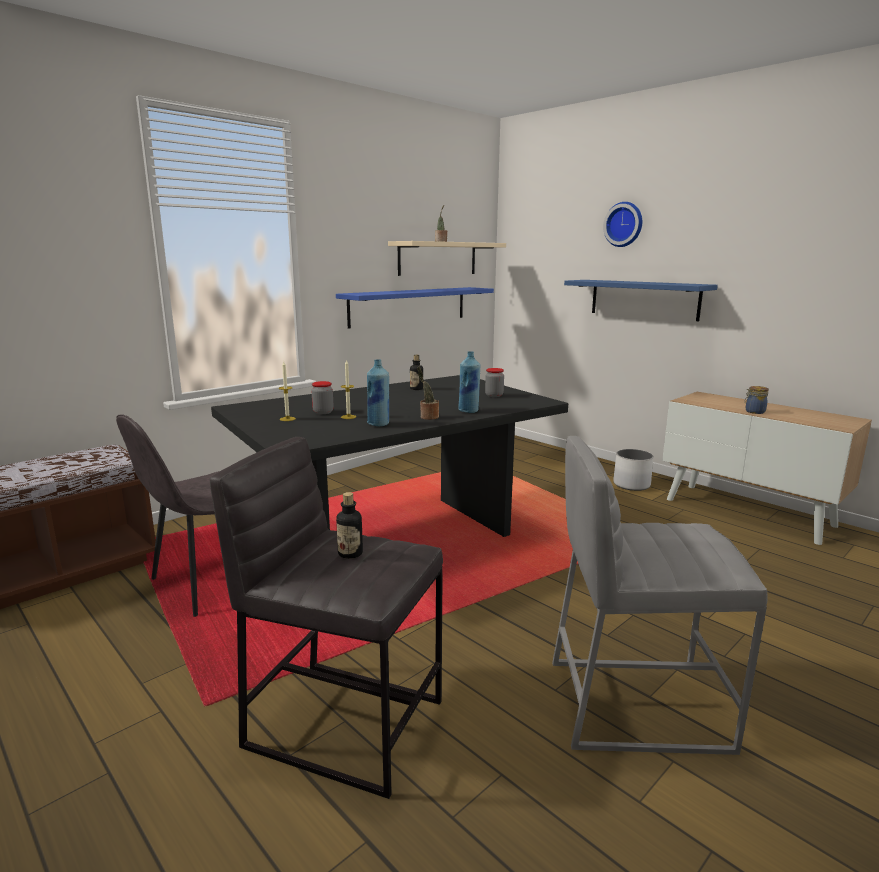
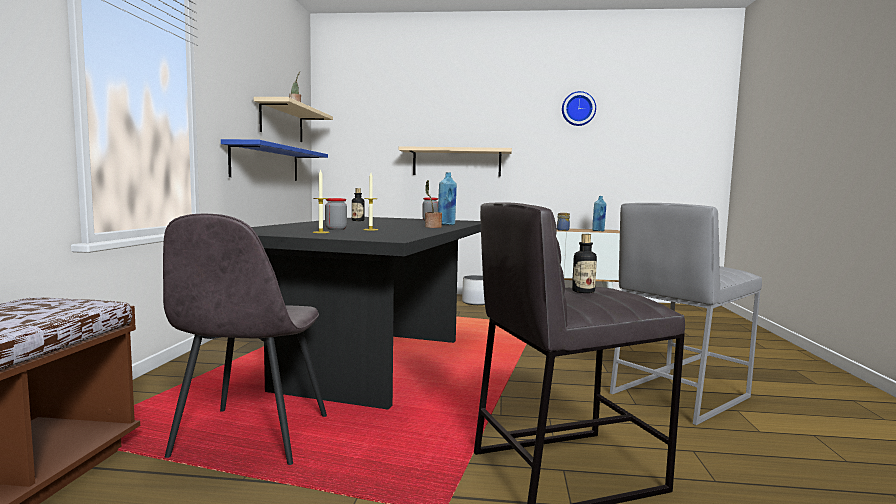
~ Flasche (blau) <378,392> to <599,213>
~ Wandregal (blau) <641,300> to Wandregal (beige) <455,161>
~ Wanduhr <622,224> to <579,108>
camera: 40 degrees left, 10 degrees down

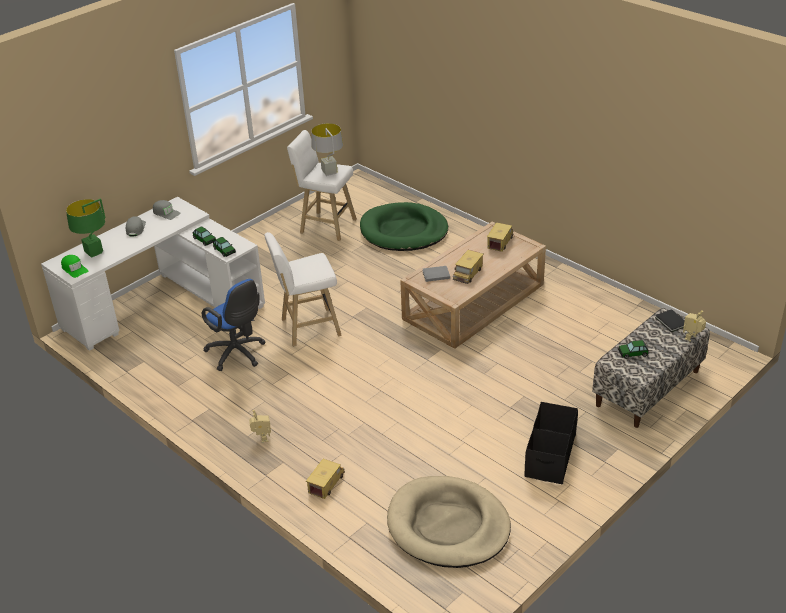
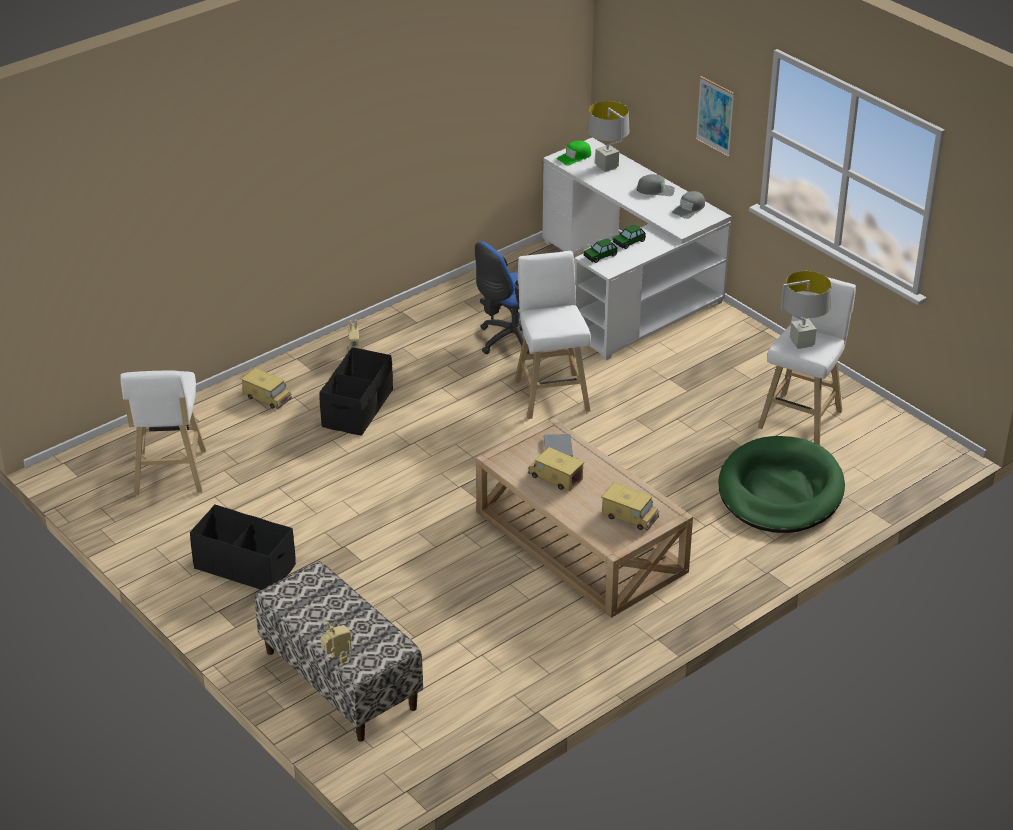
~ Tischlampe (grün) <86,228> to Tischlampe (grau) <608,136>
~ Hundebett (beige) <449,522> to Hocker (weiß) <163,432>
- Spielzeugauto <633,349>
- Buch (schwarz) <670,320>
+ Aufbewahrungsbox (schwarz) <356,391>
+ Bild <715,116>
camera: 95 degrees right, 0 degrees up

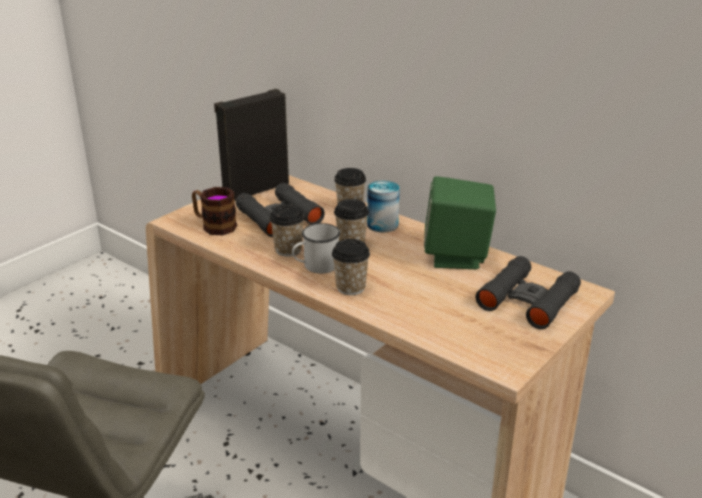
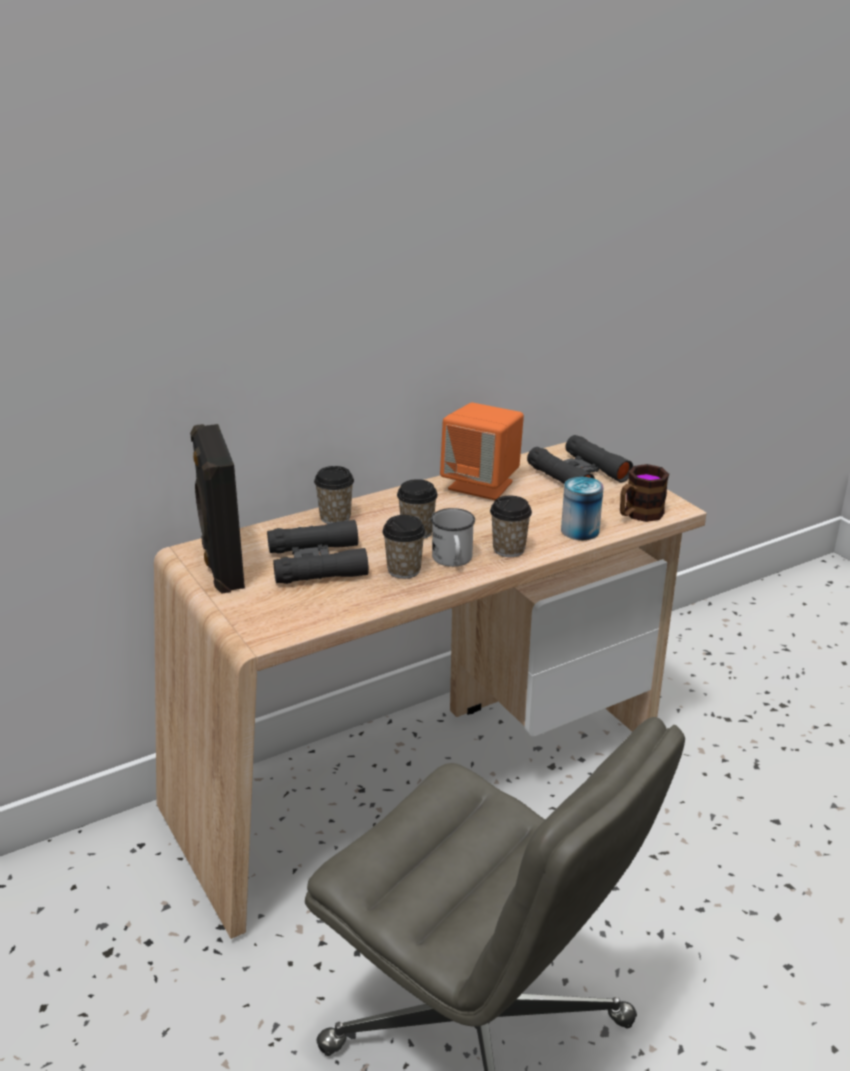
~ Henkelbecher <214,211> to <644,493>
~ Dose <383,206> to <582,508>
~ Lautsprecher (grün) <460,222> to Lautsprecher (orange) <482,451>
camera: 70 degrees left, 0 degrees up

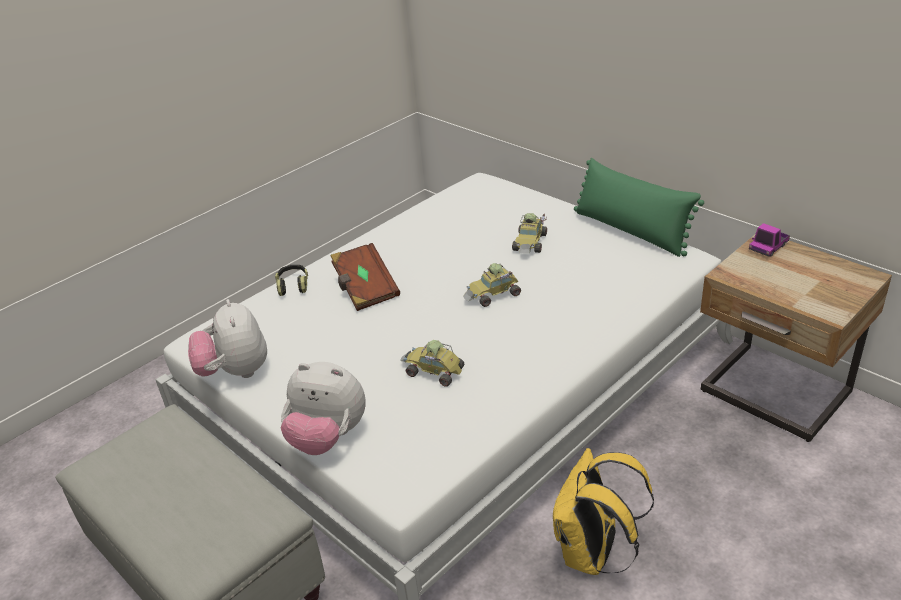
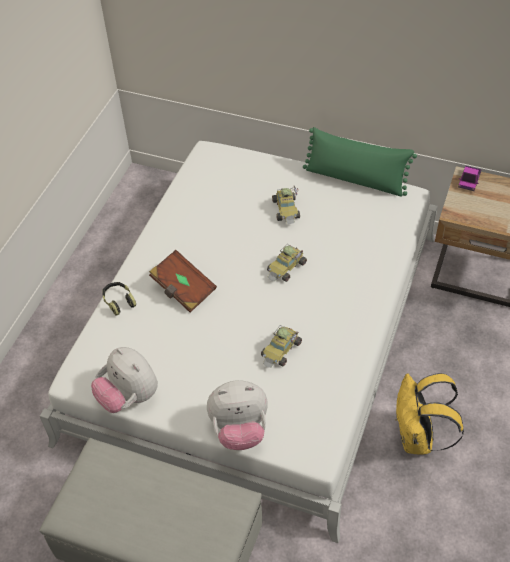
~ Spielzeugauto <432,363> = <281,346> 60 degrees counterclockwise
camera: 25 degrees left, 15 degrees up

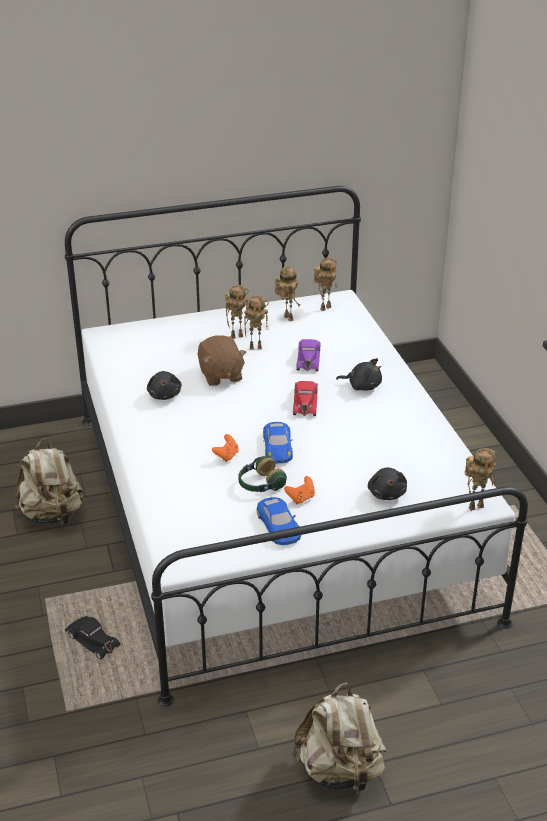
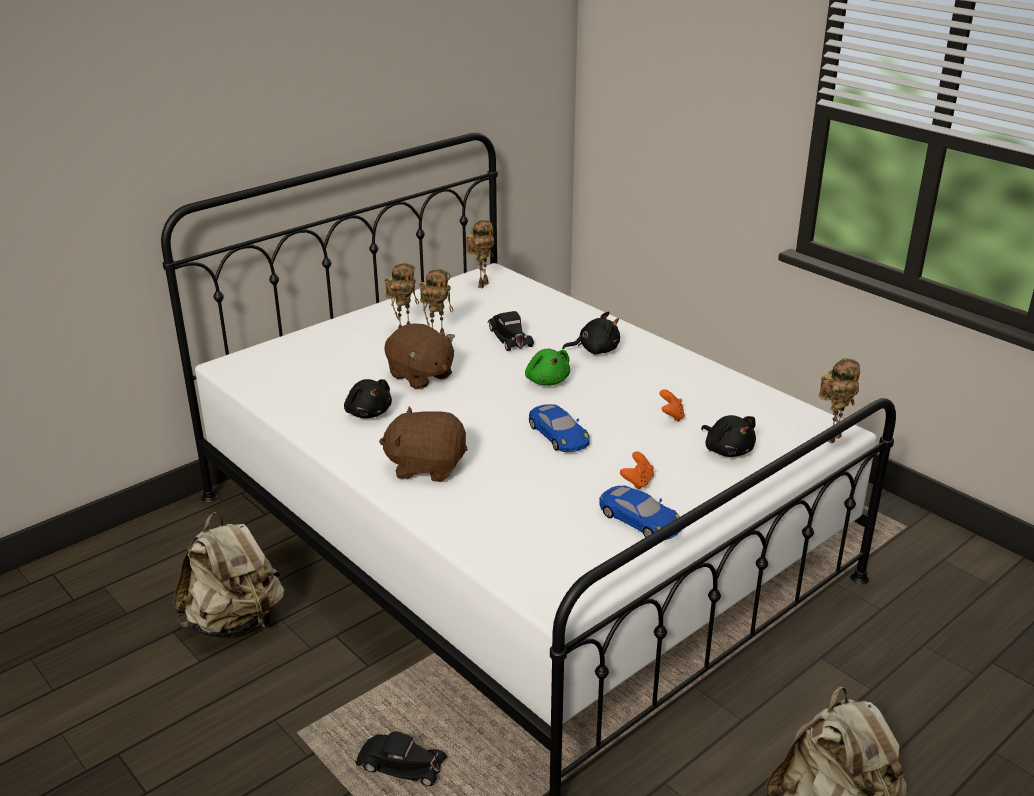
~ Gamepad (orange) <225,448> to <672,405>
- Kopfhörer <262,474>
- Spielzeugroboter <288,294>
~ Spielzeugauto (rot) <305,398> to Plüschtier (grün) <547,367>
~ Spielzeugauto (lila) <308,355> to Spielzeugauto (schwarz) <510,331>
+ Plüschtier (braun) <423,444>
camera: 25 degrees left, 5 degrees down

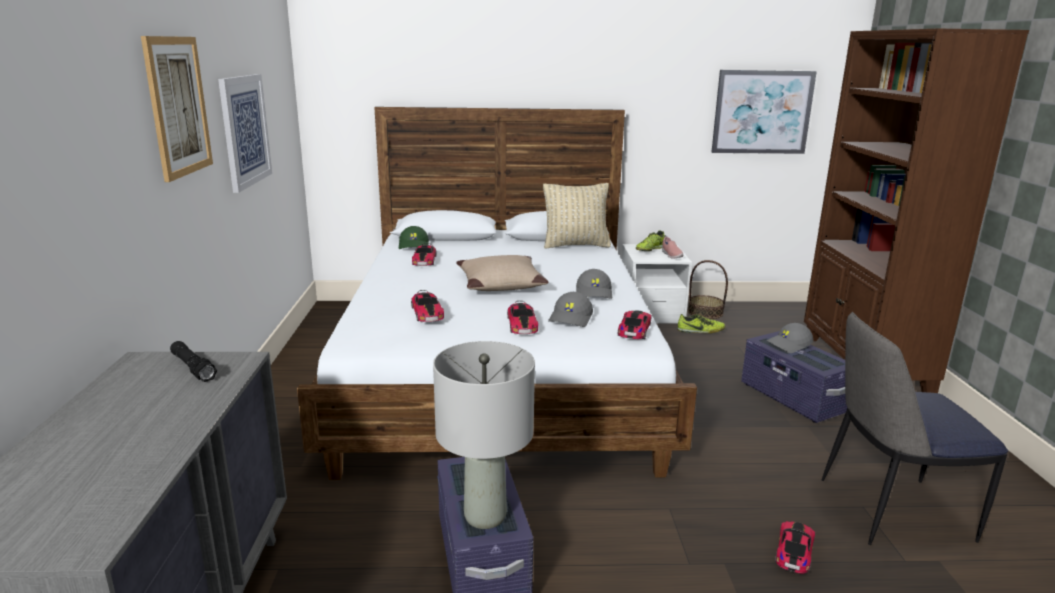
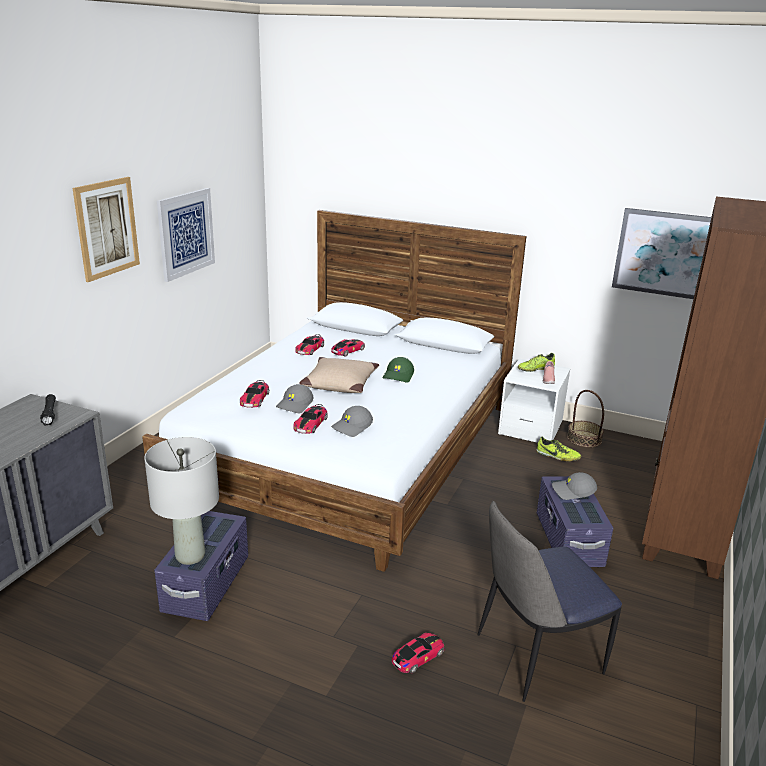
~ Kappe (grün) <414,237> to <398,370>
- Kissen (beige) <577,216>
~ Kappe (grau) <594,284> to <294,399>
~ Spielzeugauto <635,324> to <348,348>
~ Stuhl <914,428> = <550,601> 45 degrees counterclockwise
camera: 25 degrees right, 5 degrees up

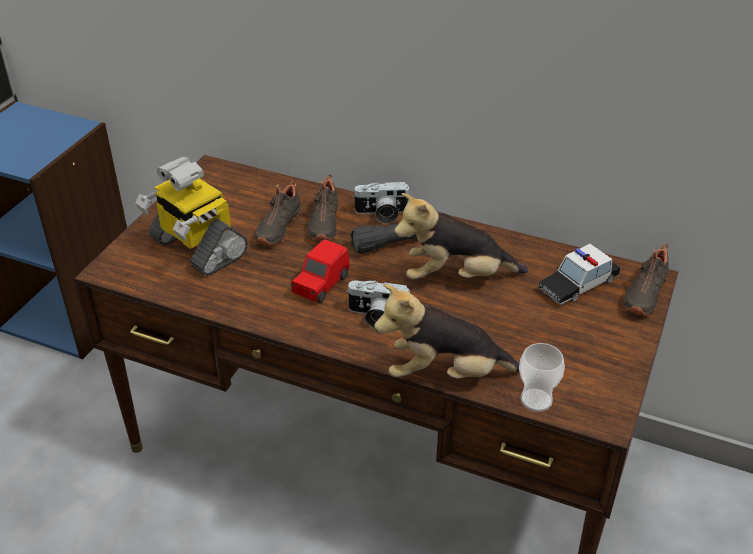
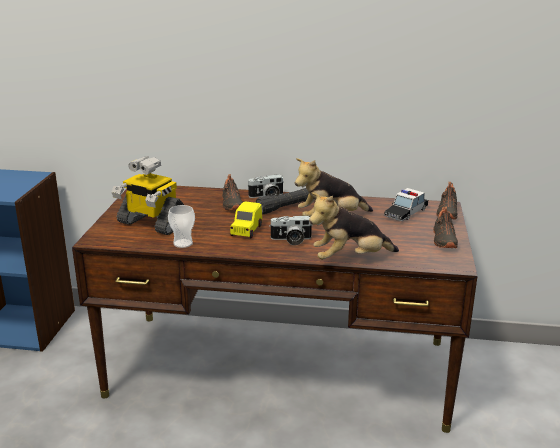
~ Schuh (schwarz) <278,212> to <445,227>
~ Spielzeugauto (rot) <320,271> to Spielzeugauto (gelb) <246,220>
~ Tasse <542,377> to <181,226>
camera: 15 degrees left, 15 degrees down

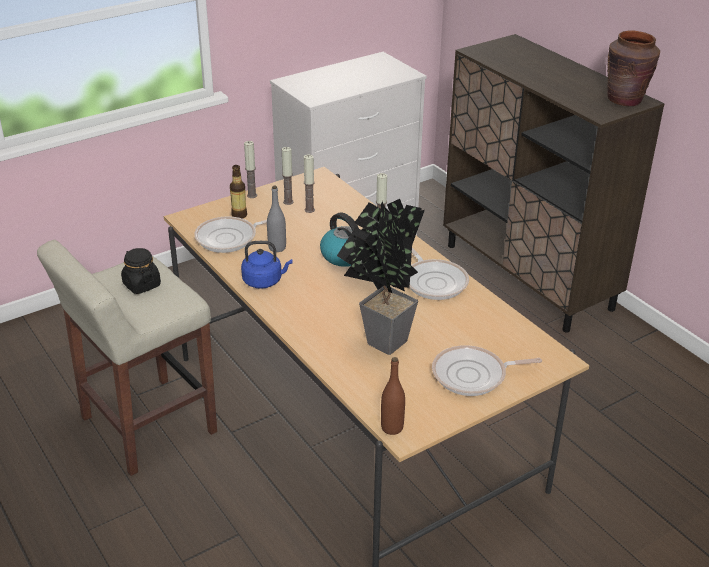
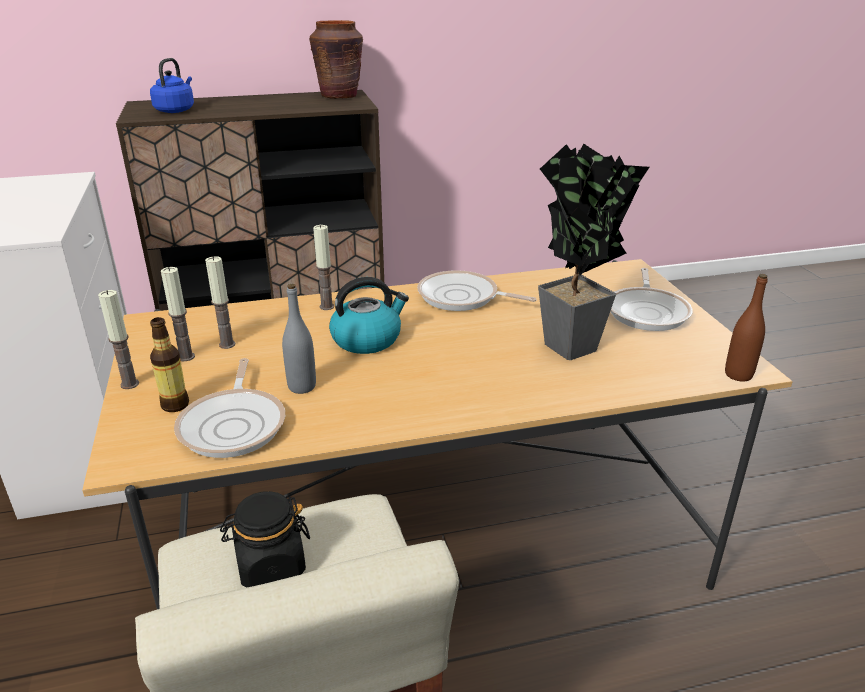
~ Wasserkessel (blau) <267,265> to <172,85>
~ Pfanne <439,274> = <477,290> 150 degrees counterclockwise
camera: 70 degrees left, 5 degrees down

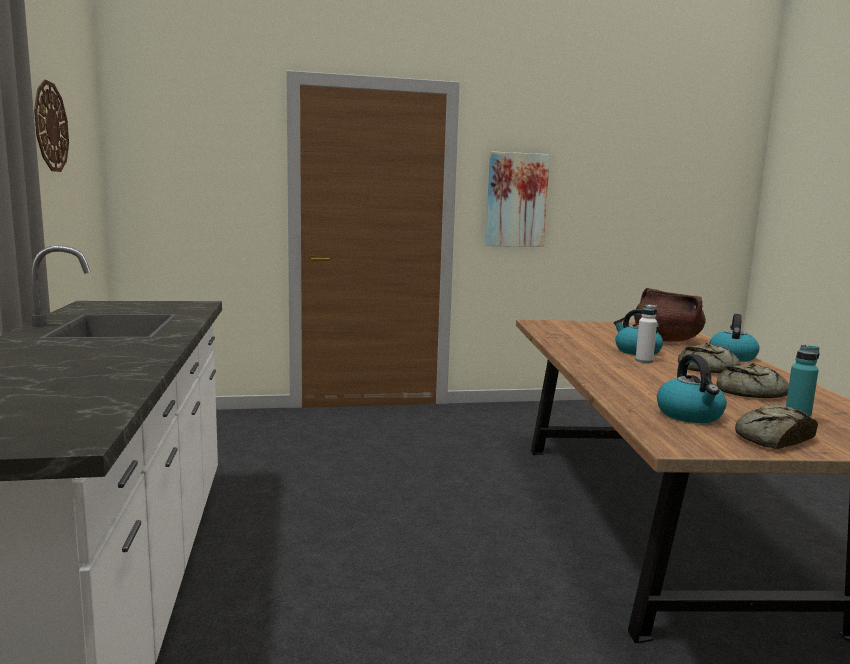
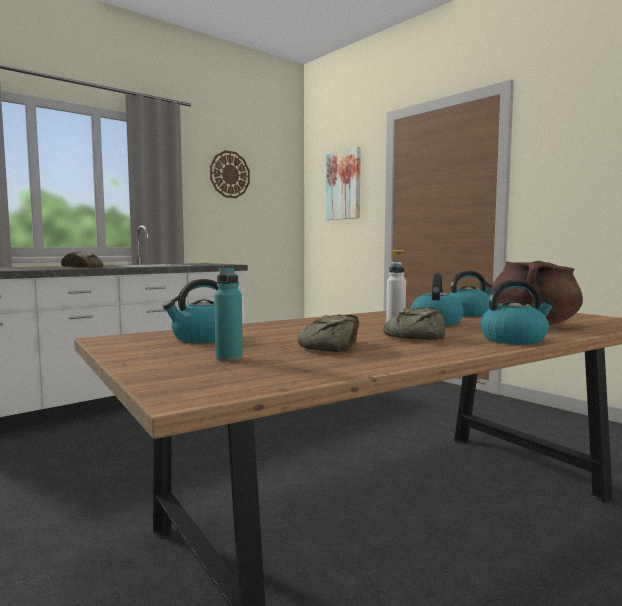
~ Bild <517,199> to <343,183>
~ Brot <776,426> to <82,260>
+ Wasserkessel <470,294>
camera: 60 degrees right, 5 degrees down

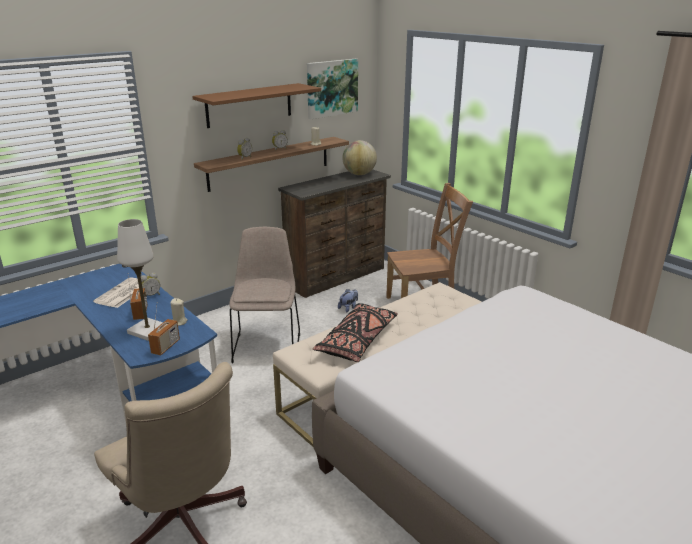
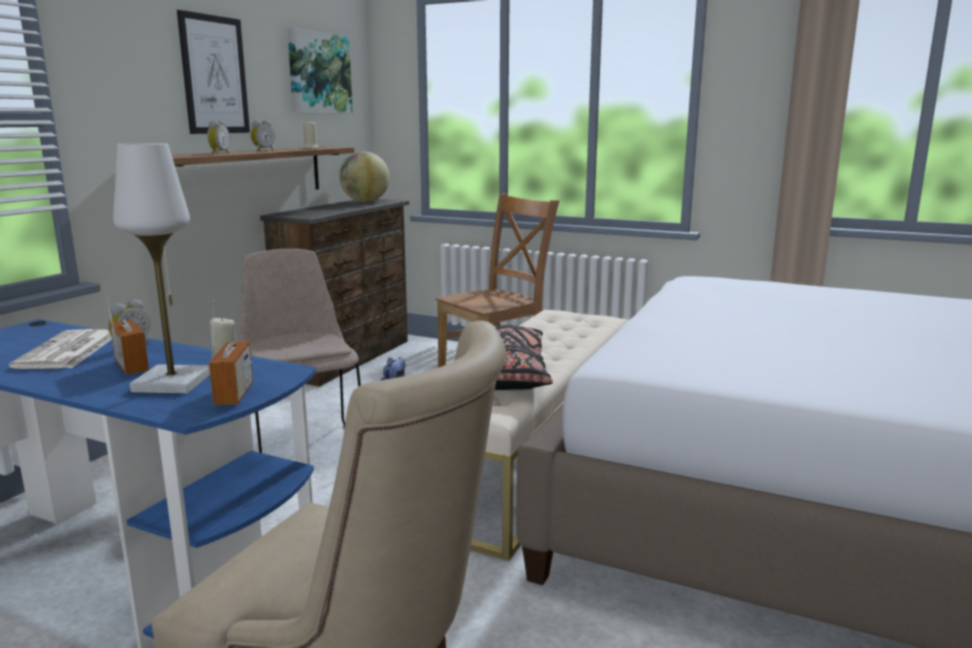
~ Wandregal (braun) <256,105> to Bild <213,72>
camera: 25 degrees left, 10 degrees down

